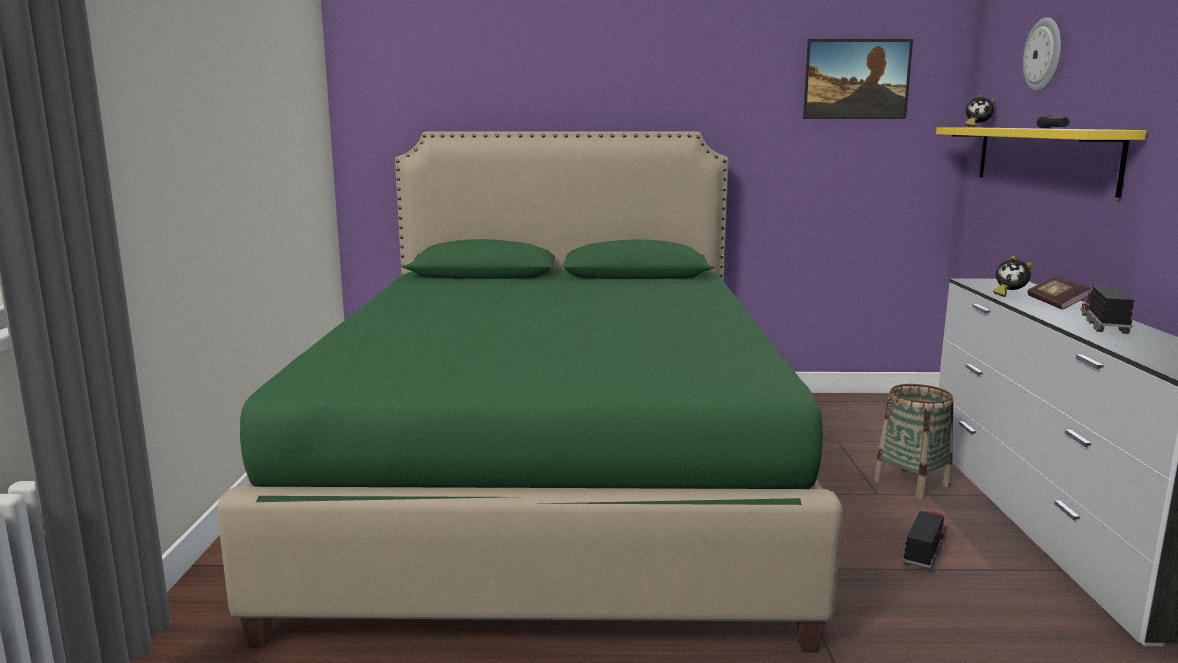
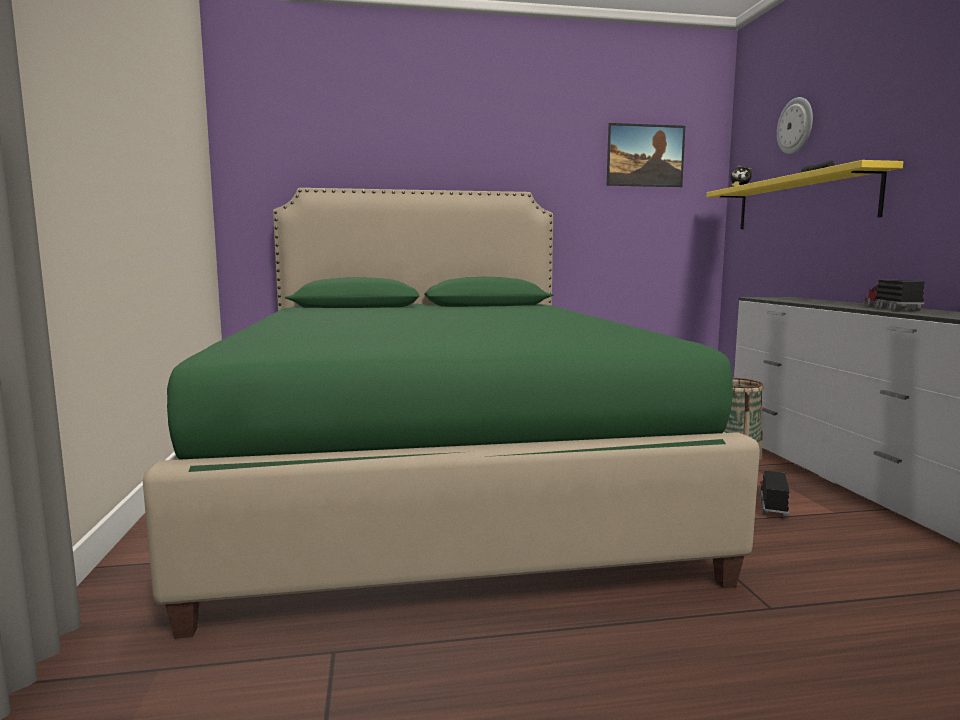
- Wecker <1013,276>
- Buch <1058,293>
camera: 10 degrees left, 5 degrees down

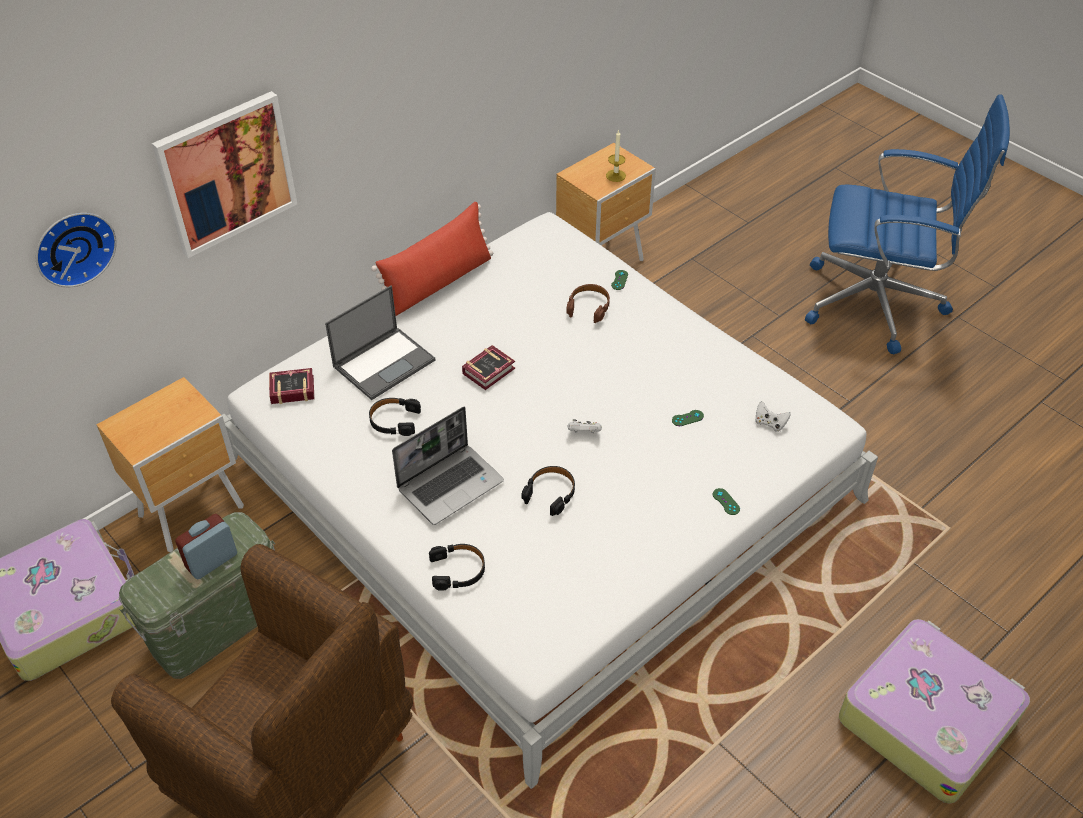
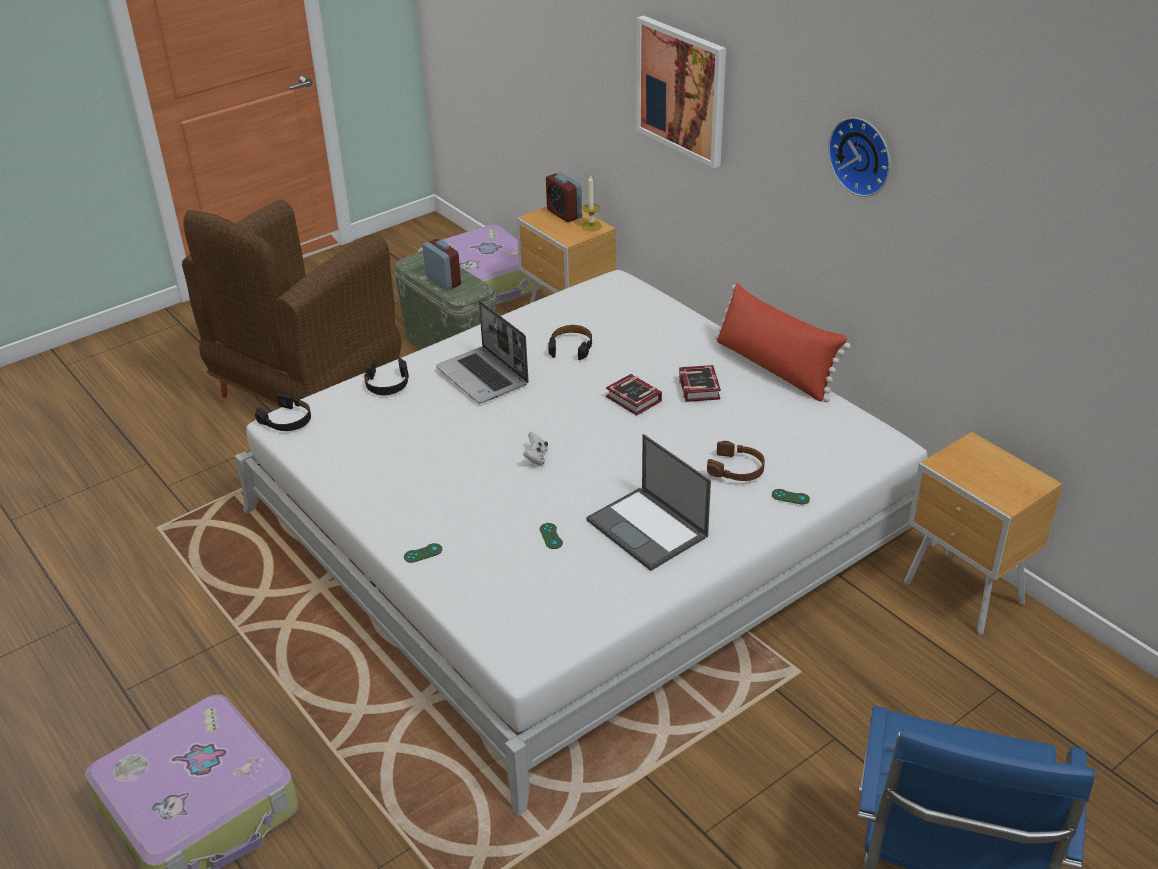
~ Wanduhr <76,250> to <859,157>
~ Buch <291,386> to <700,383>
~ Laptop <380,342> to <649,502>
~ Kopfhörer (schwarz) <548,491> to <283,412>
~ Kerze <616,156> to <591,203>
- Gamepad (weiß) <773,416>
+ Wecker <564,197>
camera: 95 degrees right, 10 degrees down

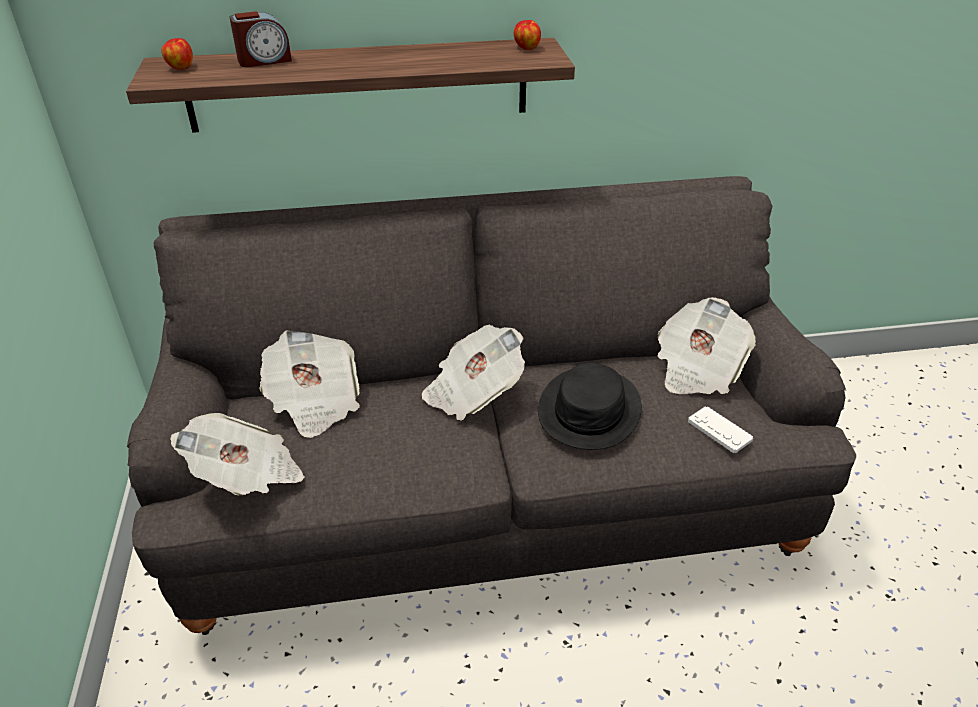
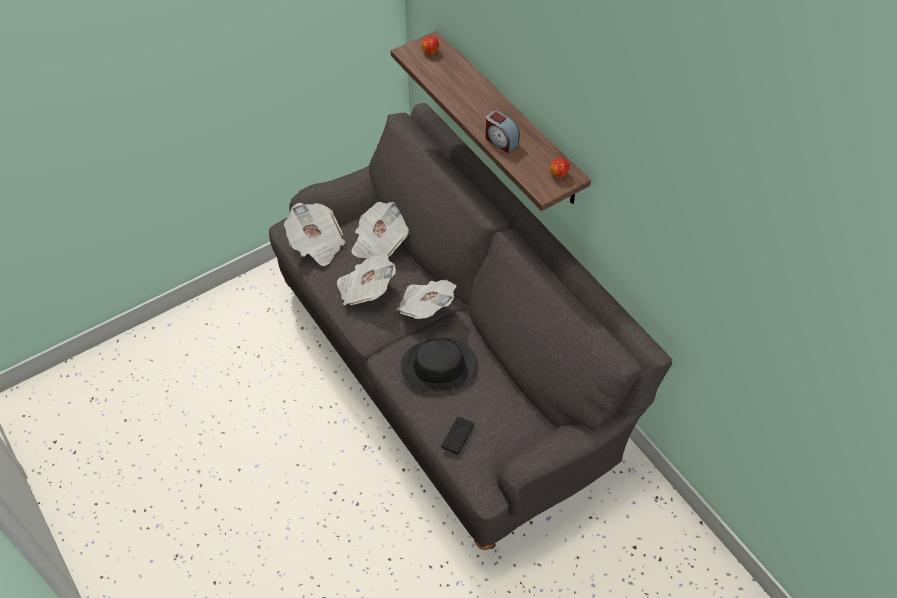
~ Wecker <261,39> to <502,131>
~ Zeitung <706,345> to <366,280>
~ Gamepad (weiß) <720,429> to Gamepad (schwarz) <457,435>
camera: 65 degrees right, 15 degrees up

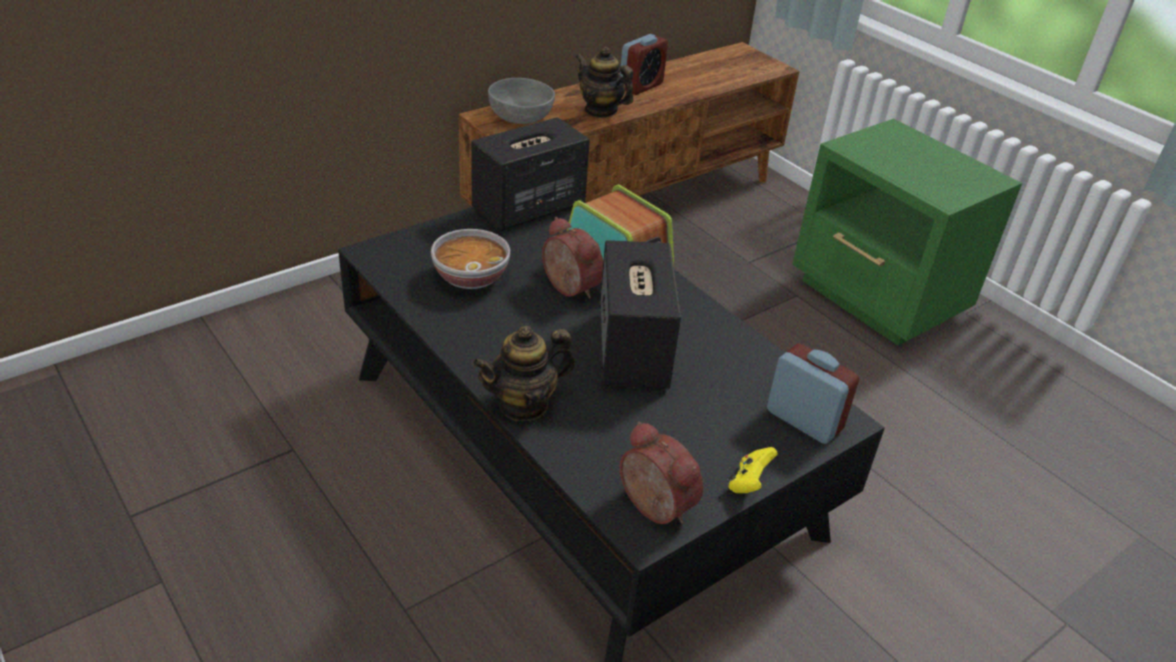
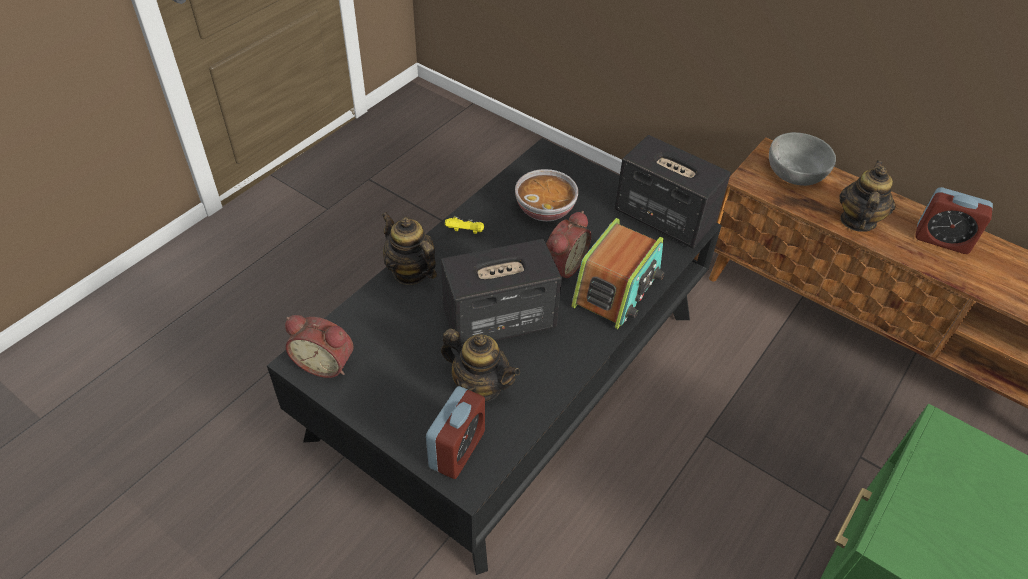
~ Wecker <661,472> = <319,346> 75 degrees clockwise
~ Gamepad (gelb) <752,470> to <464,225>
+ Teekanne <480,365>
camera: 75 degrees right, 10 degrees up

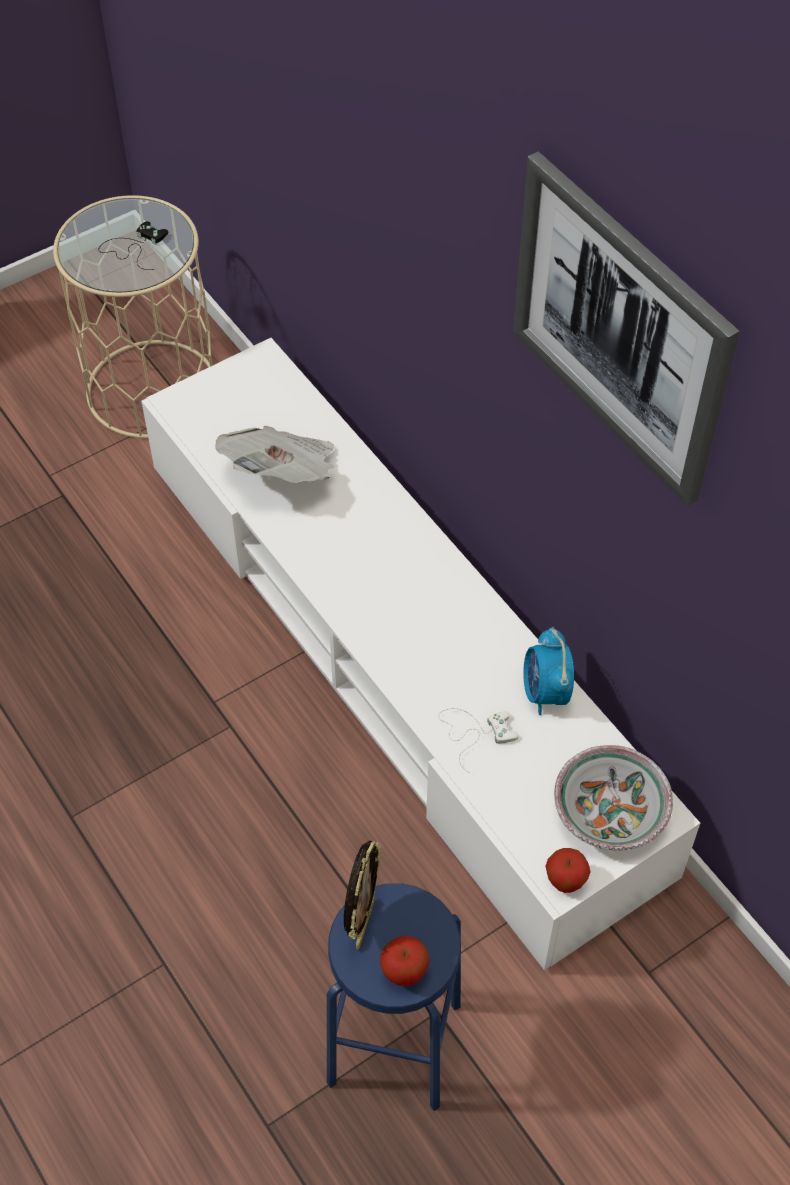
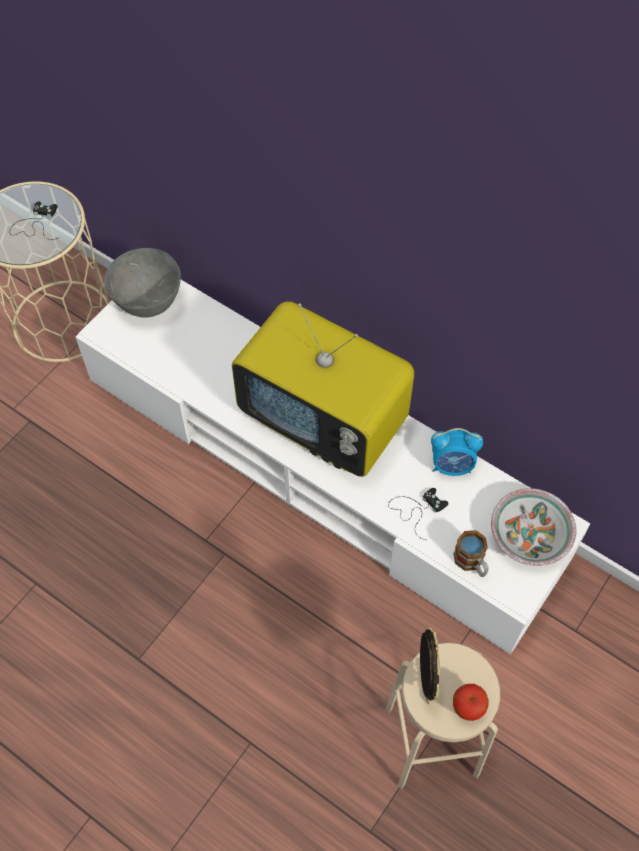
- Zeitung <274,454>
~ Hocker (blau) <394,997> to Hocker (beige) <443,716>
~ Gamepad (weiß) <478,740> to Gamepad (schwarz) <418,514>
- Bild <626,329>
~ Wecker <548,671> = <457,452> 60 degrees counterclockwise
- Apfel <568,870>
+ Schüssel (grau) <142,283>
+ Fernseher <323,389>
+ Henkelbecher <471,553>
camera: 20 degrees left, 5 degrees up

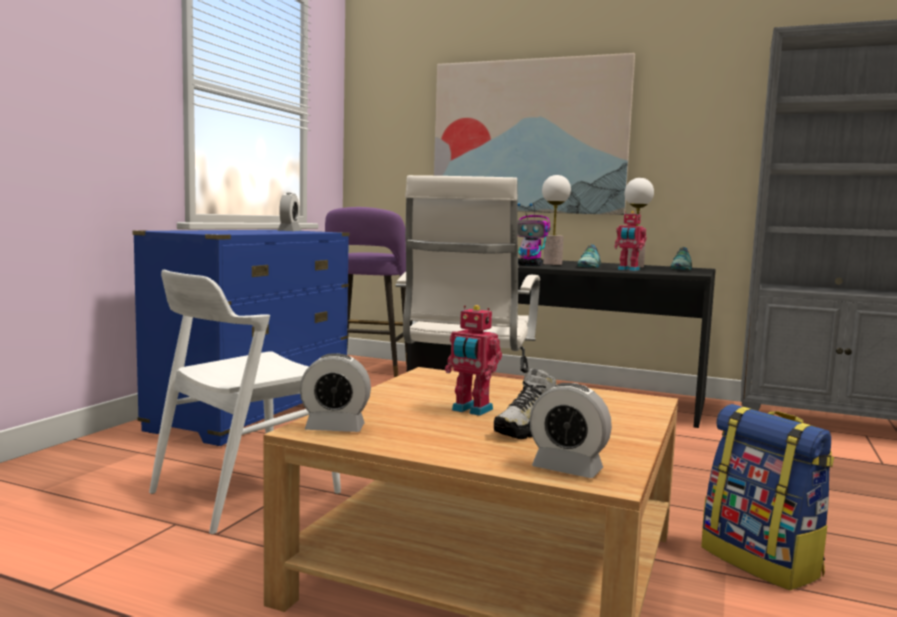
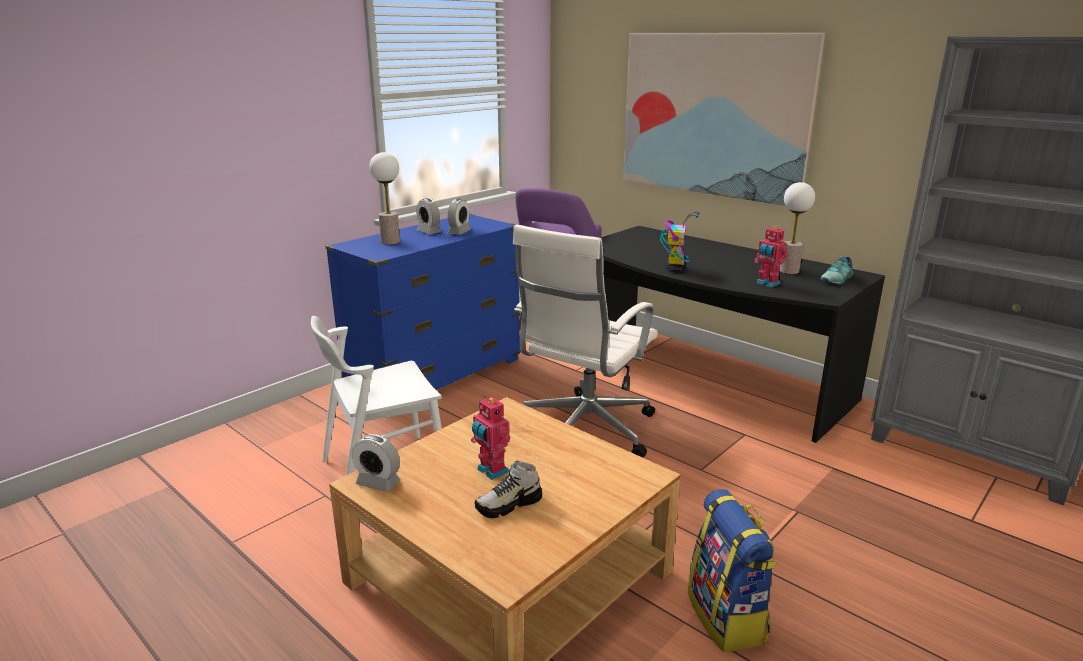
~ Spielzeugroboter <533,234> = <680,242> 120 degrees counterclockwise
~ Wecker <570,430> to <429,216>
~ Tischlampe <556,220> to <384,198>
- Schuh <589,256>
camera: 20 degrees right, 15 degrees up

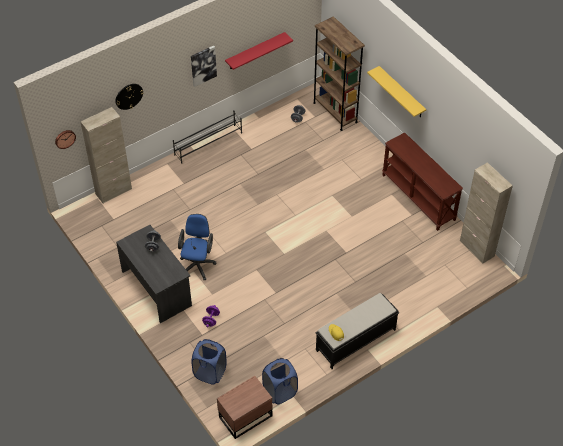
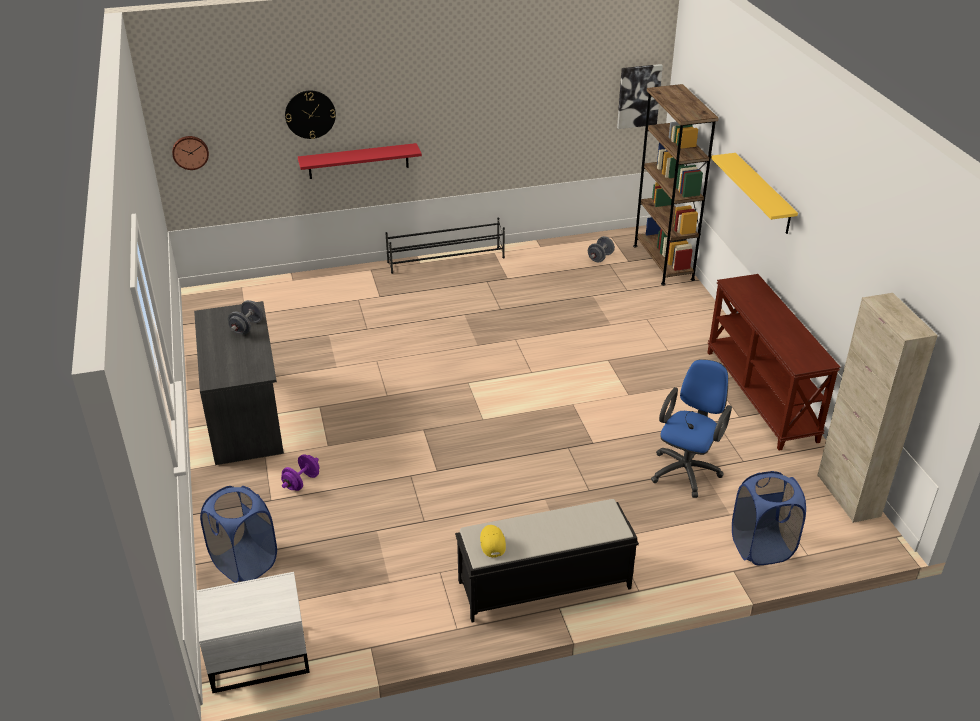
- Schrank (beige) <106,155>
~ Bürostuhl (blau) <197,247> to <691,428>
~ Bild <204,66> to <640,96>
~ Nachttisch (braun) <244,407> to Nachttisch (weiß) <253,632>
~ Wandregal (rot) <259,51> to <360,161>
~ Wäschekorb (blau) <280,381> to <769,518>
camera: 20 degrees right, 15 degrees down

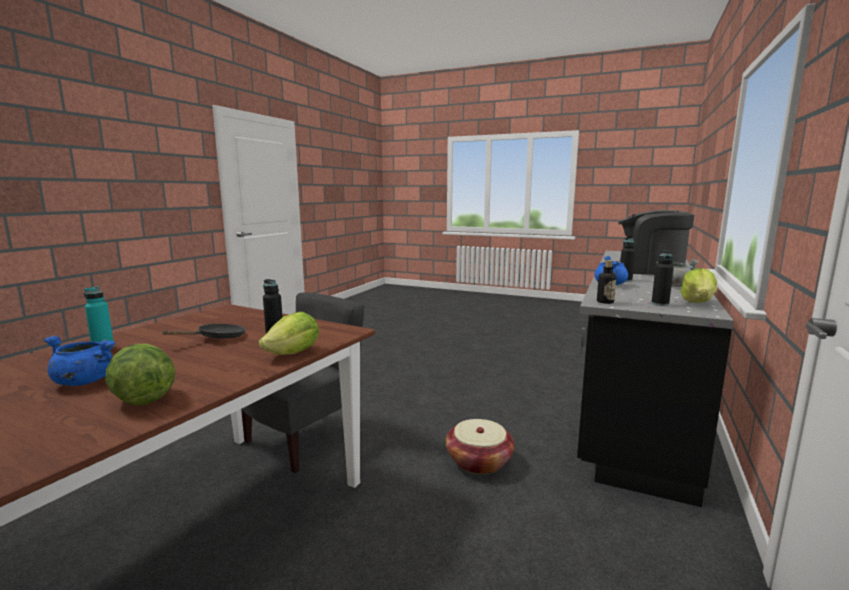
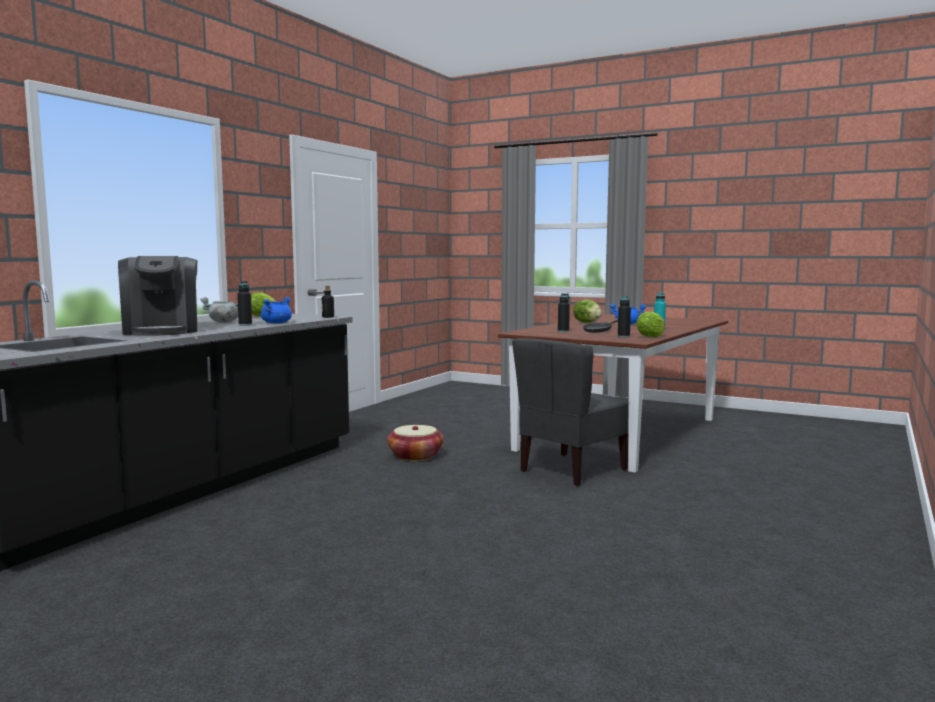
~ Salatkopf <288,333> to <650,325>
~ Kaffeemaschine <654,242> = <158,296> 45 degrees clockwise
~ Flasche (schwarz) <662,278> to <624,316>
camera: 175 degrees left, 5 degrees down

